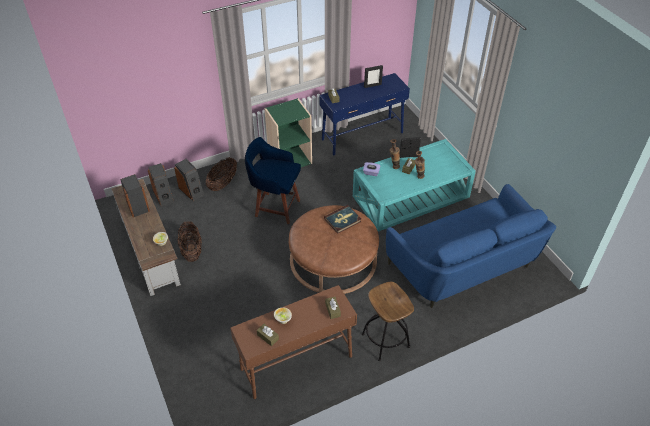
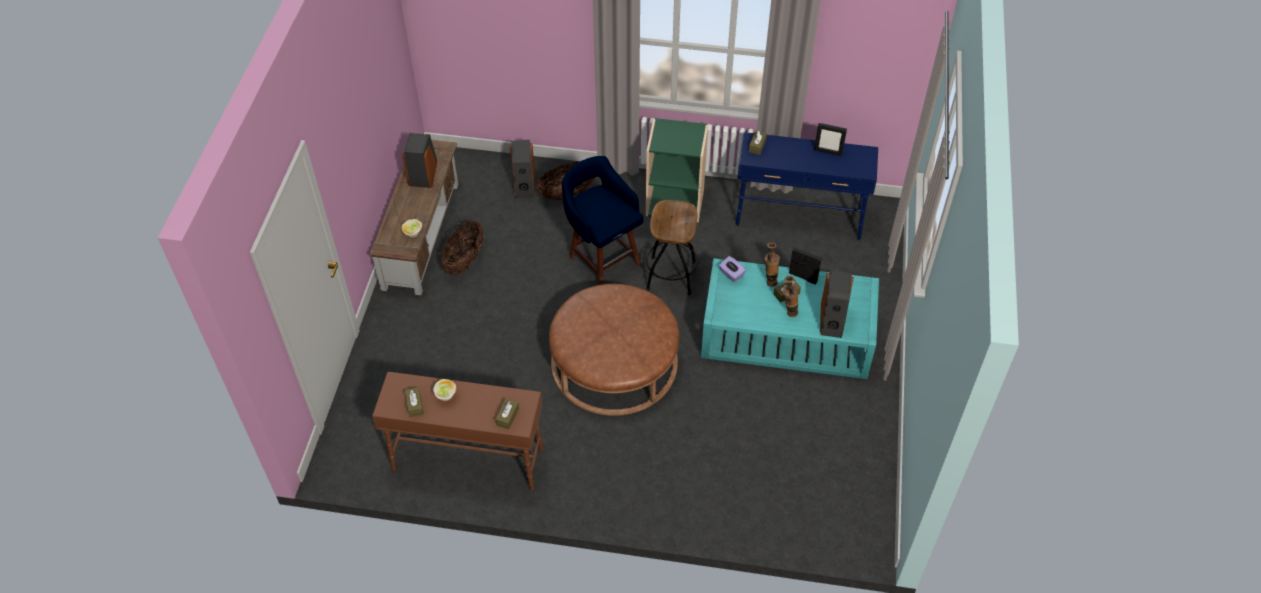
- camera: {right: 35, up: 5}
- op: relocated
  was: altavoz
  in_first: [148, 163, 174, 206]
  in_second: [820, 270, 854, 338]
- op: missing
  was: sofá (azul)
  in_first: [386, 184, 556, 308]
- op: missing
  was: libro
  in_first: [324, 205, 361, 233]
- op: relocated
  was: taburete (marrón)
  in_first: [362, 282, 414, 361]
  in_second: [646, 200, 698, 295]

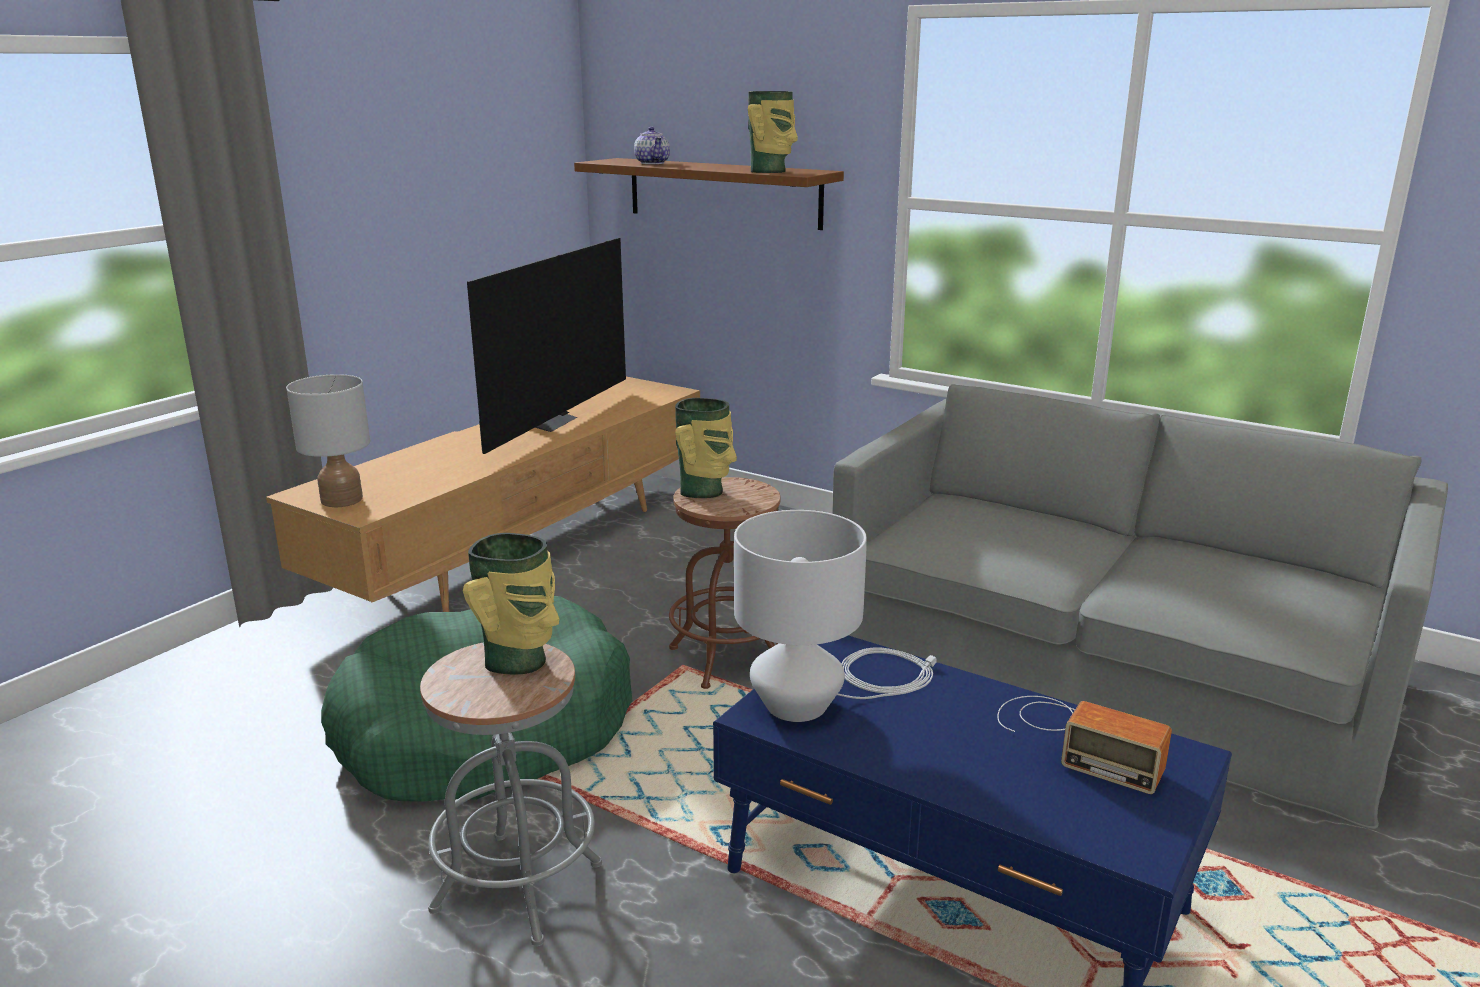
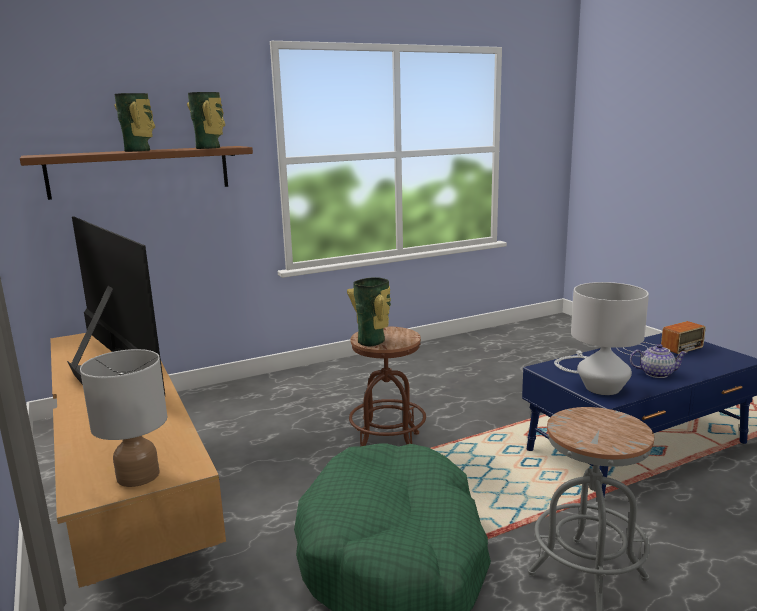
- camera: {right: -60, up: -5}
- op: relocated
  was: tetera
  in_first: [634, 127, 670, 164]
  in_second: [630, 344, 687, 378]
- op: missing
  was: sofá (gris)
  in_first: [832, 384, 1448, 829]
- op: relocated
  was: florero
  in_first: [463, 533, 559, 674]
  in_second: [115, 93, 155, 152]

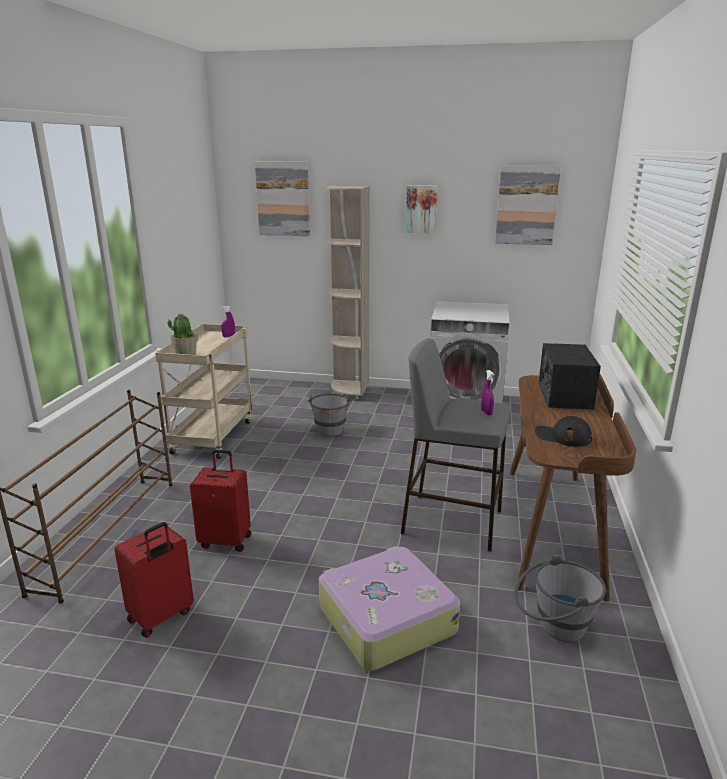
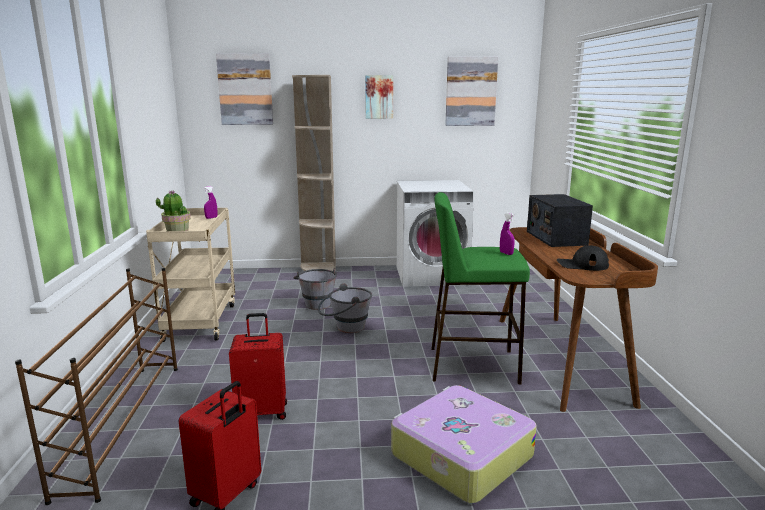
- camera: {right: -15, up: -5}
- op: colour
  was: taburete (gris)
  now: taburete (verde)
  in_first: [401, 339, 510, 552]
  in_second: [431, 192, 530, 384]
- op: relocated
  was: cubo (gris)
  in_first: [514, 555, 606, 642]
  in_second: [318, 283, 372, 333]

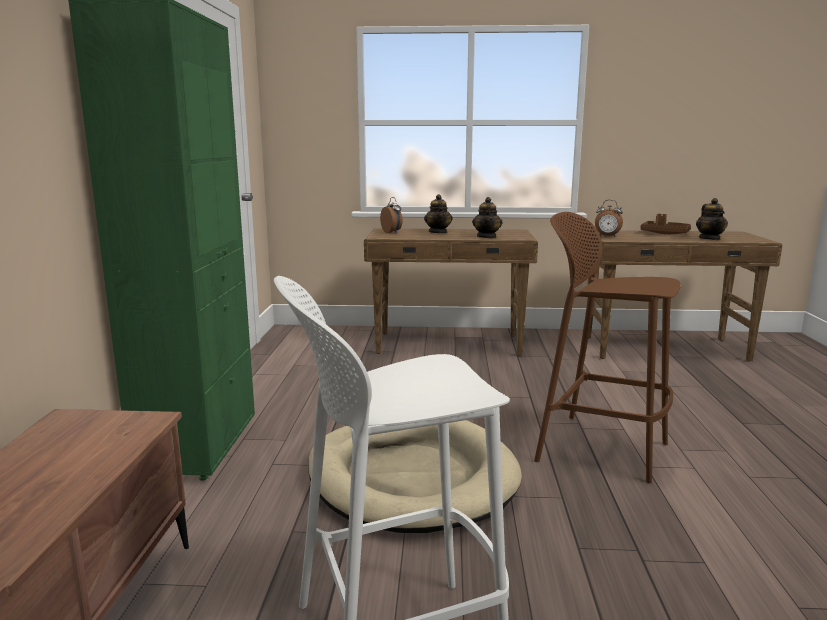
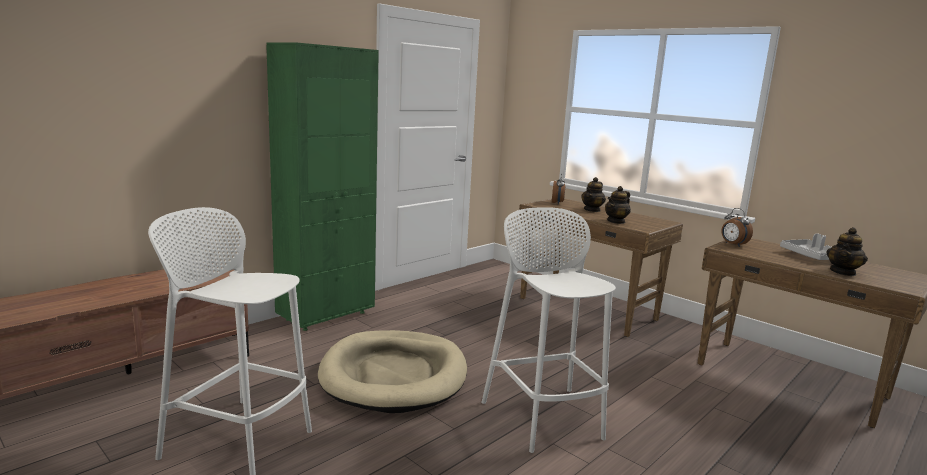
- camera: {right: 40, up: 0}
- op: colour
  was: taburete (marrón)
  now: taburete (blanco)
  in_first: [534, 212, 681, 483]
  in_second: [481, 207, 616, 453]
- op: colour
  was: bandeja (marrón)
  now: bandeja (gris)
  in_first: [640, 214, 691, 234]
  in_second: [780, 233, 831, 260]

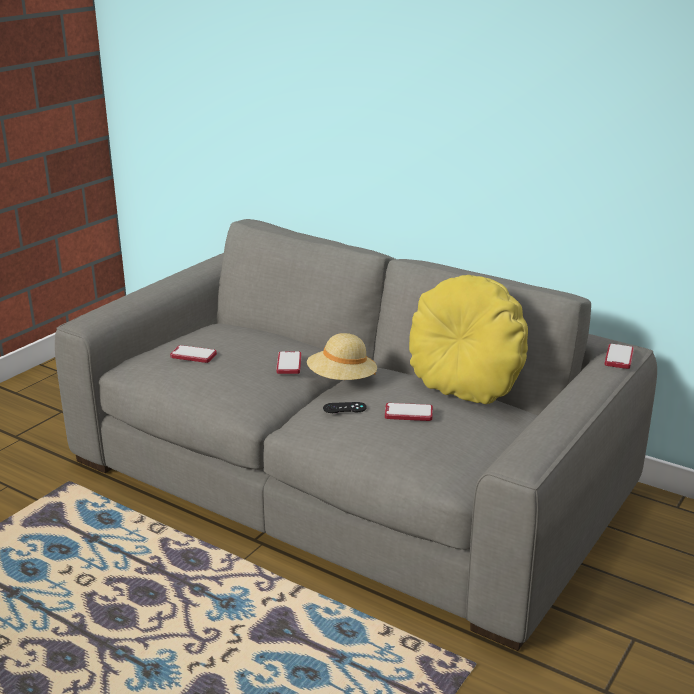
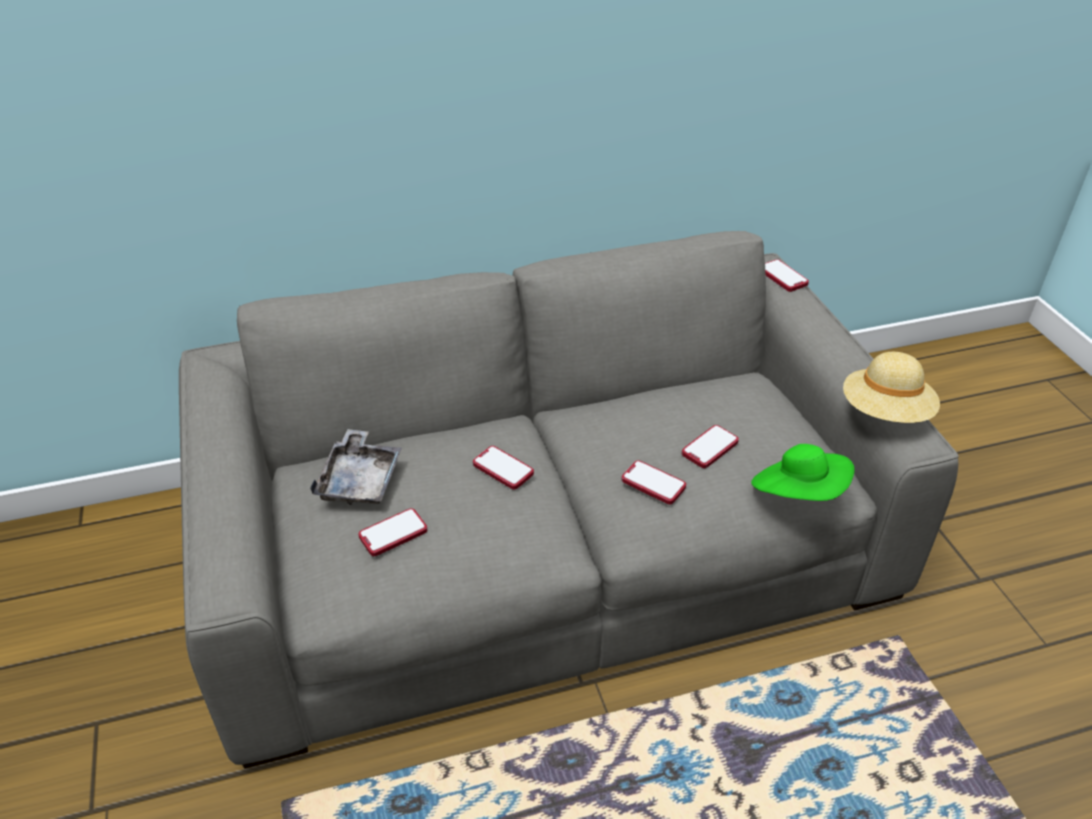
- camera: {right: -50, up: 15}
- op: missing
  was: cojín (amarillo)
  in_first: [409, 275, 528, 404]
- op: relocated
  was: sombrero (beis)
  in_first: [307, 333, 377, 380]
  in_second: [843, 352, 940, 423]
- op: exchanged
  was: mando de consola (negro)
  now: móvil
  in_first: [323, 402, 367, 413]
  in_second: [622, 460, 686, 504]
- op: appeared
  now: bandeja (gris)
  in_second: [310, 429, 402, 505]
- op: appeared
  now: sombrero (verde)
  in_second: [751, 444, 855, 501]

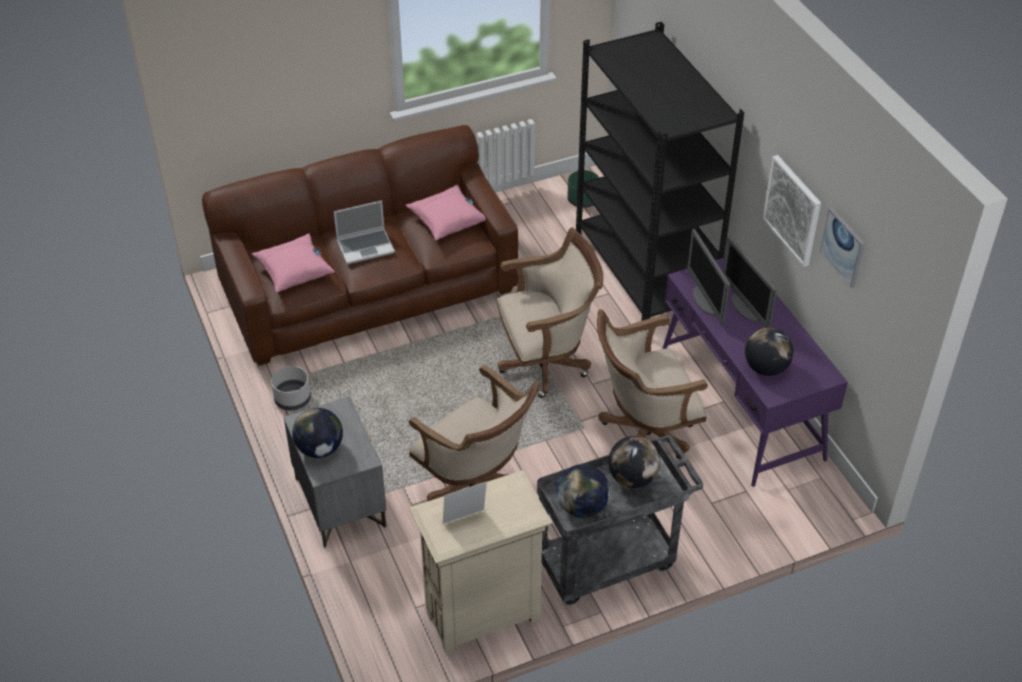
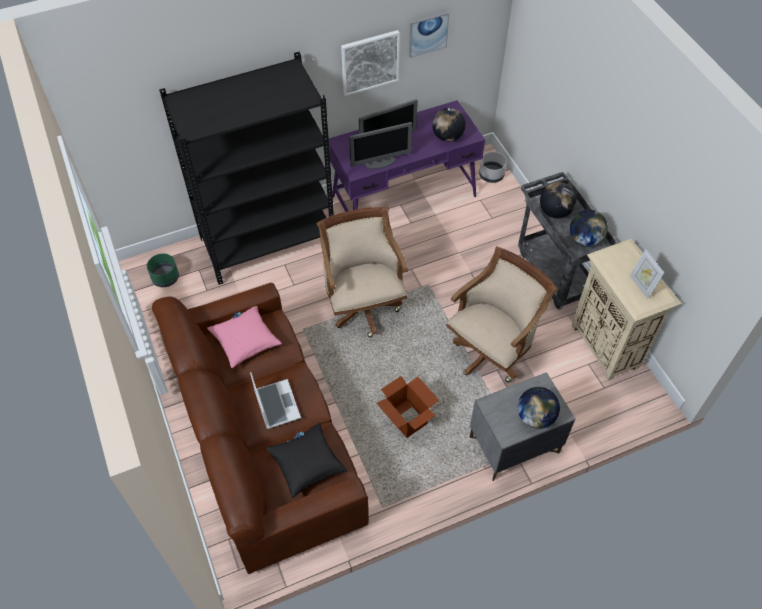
- camera: {right: -90, up: 10}
- op: colour
  was: cojín (rosa)
  now: cojín (negro)
  in_first: [252, 233, 335, 293]
  in_second: [266, 423, 347, 498]
- op: missing
  was: silla de oficina
  in_first: [597, 309, 708, 459]
- op: relocated
  was: maceta (gris)
  in_first: [271, 366, 311, 411]
  in_second: [479, 152, 507, 183]
- op: appeared
  now: caja de cartón
  in_second: [377, 376, 439, 438]

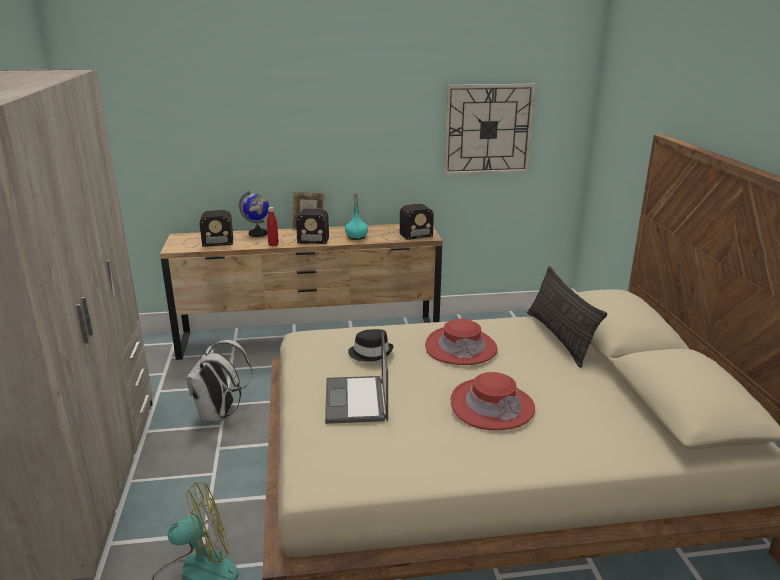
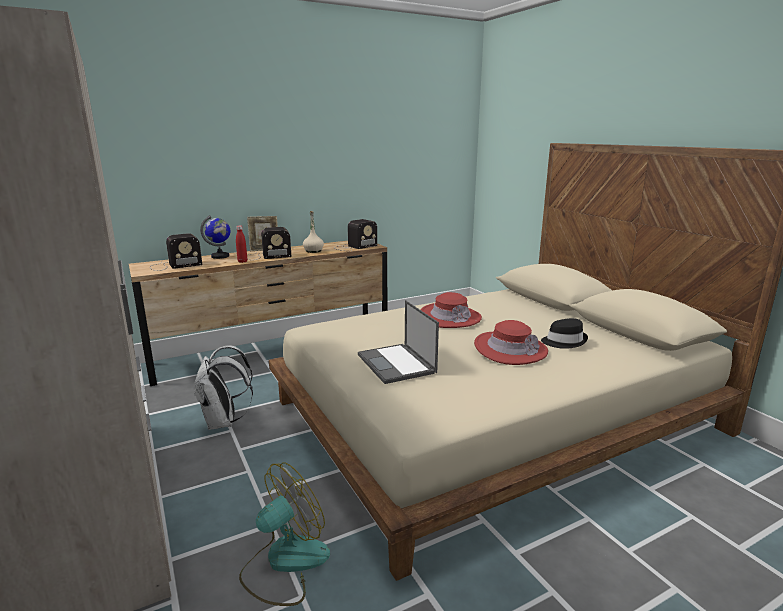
- camera: {right: -20, up: -5}
- op: missing
  was: reloj de pared
  in_first: [444, 84, 536, 175]
- op: colour
  was: botella (turquesa)
  now: botella (beis)
  in_first: [345, 193, 368, 240]
  in_second: [303, 211, 324, 253]
- op: missing
  was: cojín
  in_first: [527, 266, 607, 368]
- op: relocated
  was: sombrero (negro)
  in_first: [348, 329, 394, 362]
  in_second: [541, 318, 588, 349]

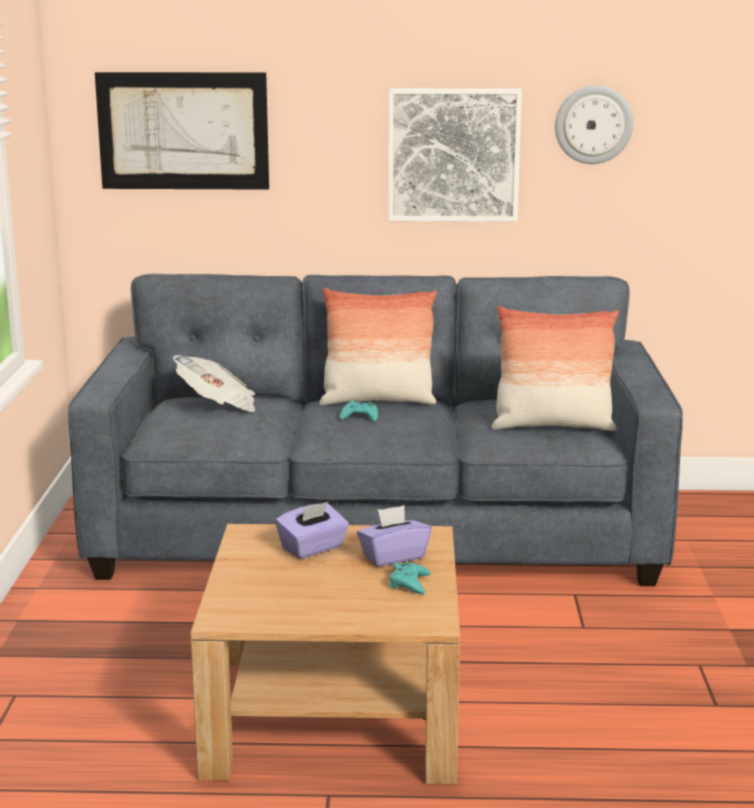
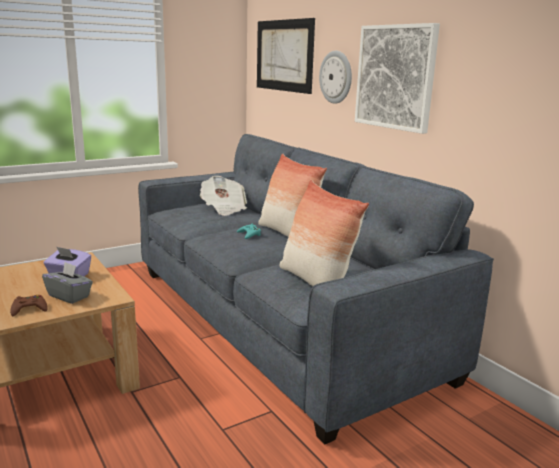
- camera: {right: 55, up: 0}
- op: relocated
  was: reloj de pared
  in_first: [555, 85, 633, 164]
  in_second: [319, 51, 352, 104]
- op: colour
  was: caja de pañuelos (morado)
  now: caja de pañuelos (gris)
  in_first: [357, 505, 431, 567]
  in_second: [42, 262, 93, 304]
- op: colour
  was: mando de consola (turquesa)
  now: mando de consola (marrón)
  in_first: [390, 561, 431, 594]
  in_second: [10, 295, 48, 316]

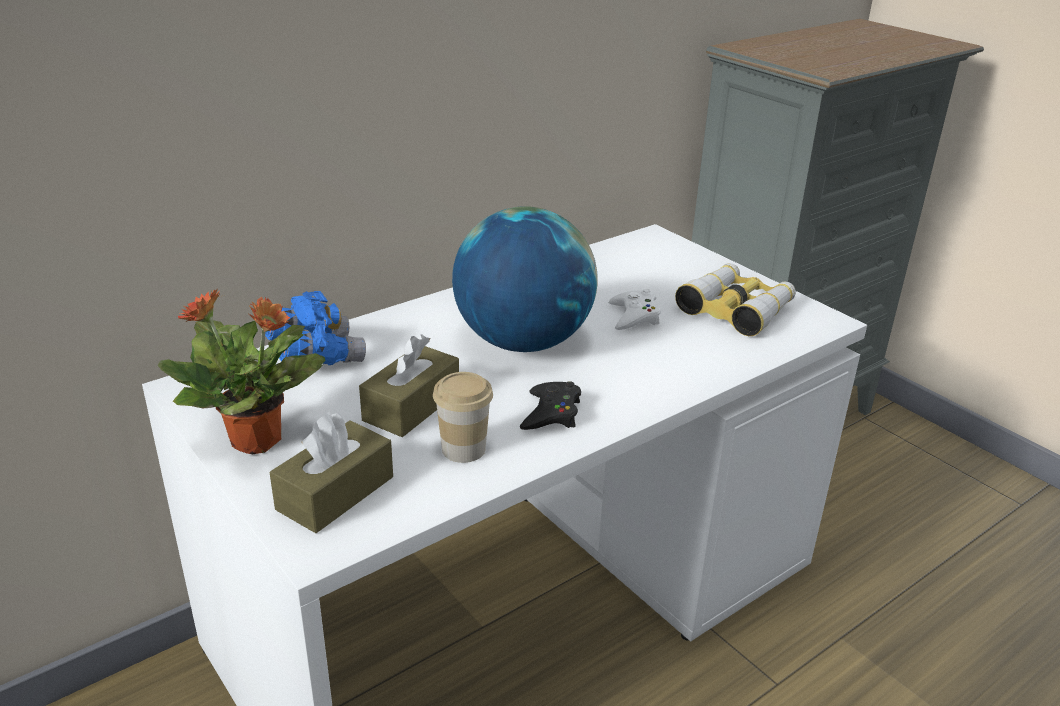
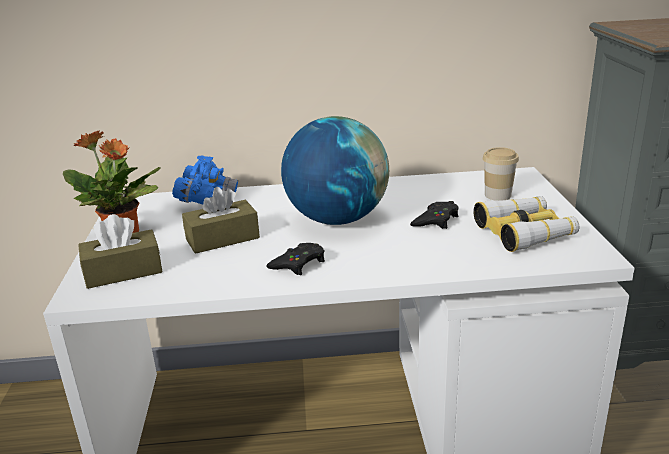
- camera: {right: 35, up: -5}
- op: colour
  was: mando de consola (blanco)
  now: mando de consola (negro)
  in_first: [609, 289, 661, 330]
  in_second: [410, 201, 459, 229]
- op: relocated
  was: taza
  in_first: [433, 372, 493, 463]
  in_second: [483, 147, 519, 201]

